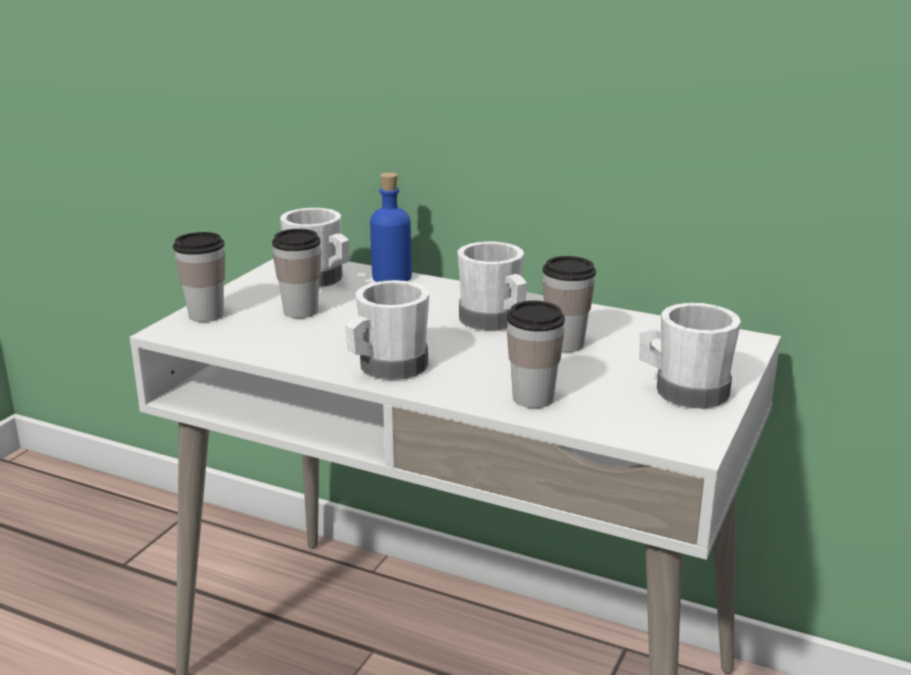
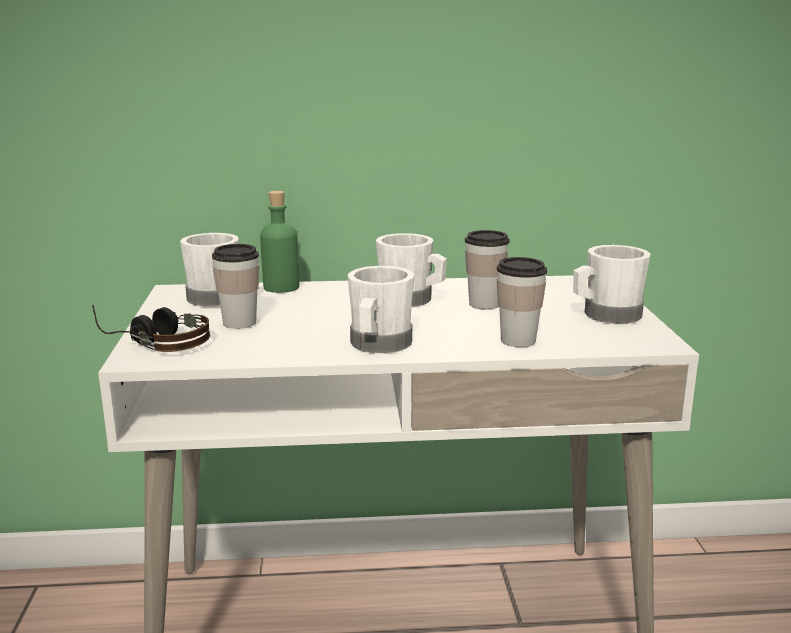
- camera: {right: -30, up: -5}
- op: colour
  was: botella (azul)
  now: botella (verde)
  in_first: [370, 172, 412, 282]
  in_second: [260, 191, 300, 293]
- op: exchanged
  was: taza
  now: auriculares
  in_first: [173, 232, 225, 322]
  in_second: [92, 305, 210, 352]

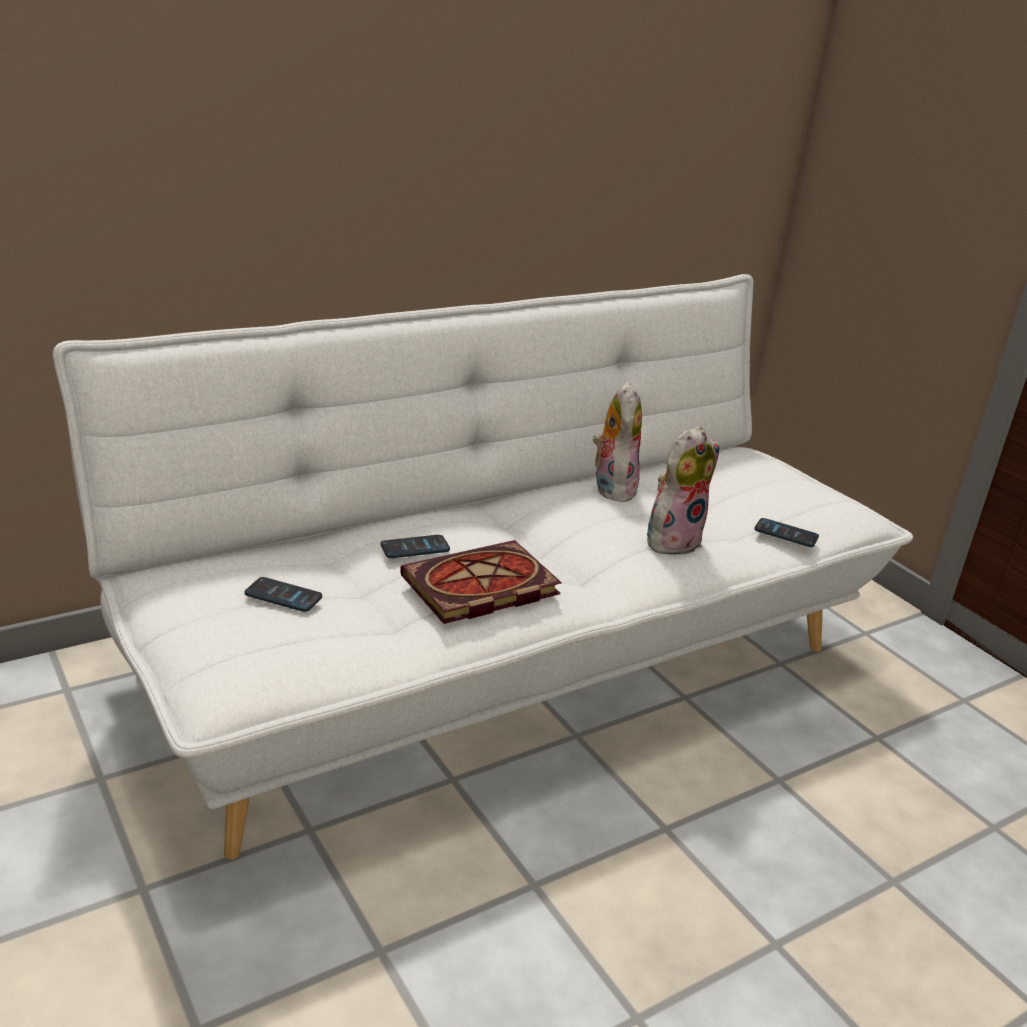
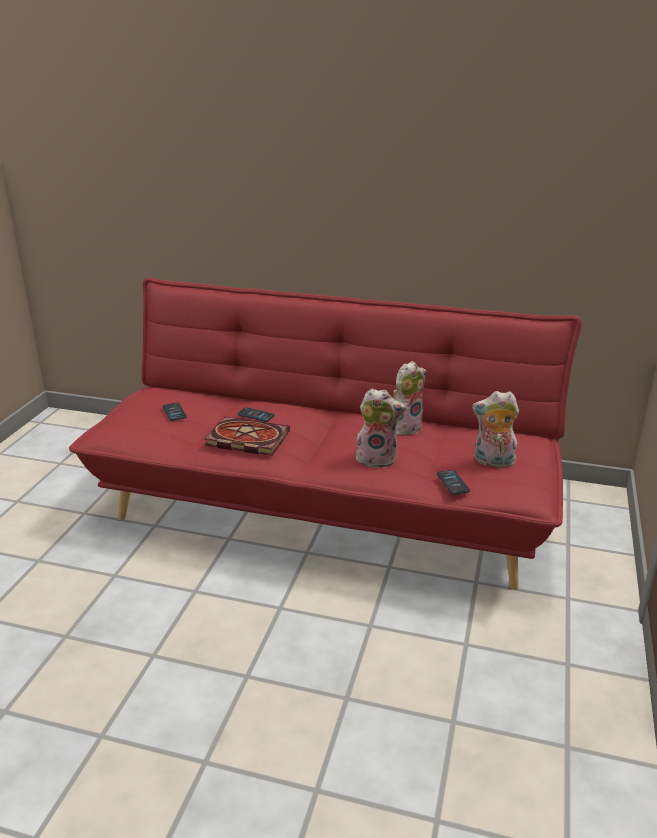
- camera: {right: 50, up: 0}
- op: colour
  was: sofá (blanco)
  now: sofá (rojo)
  in_first: [53, 274, 913, 860]
  in_second: [69, 277, 582, 590]
- op: appeared
  now: peluche
  in_second: [472, 391, 519, 468]

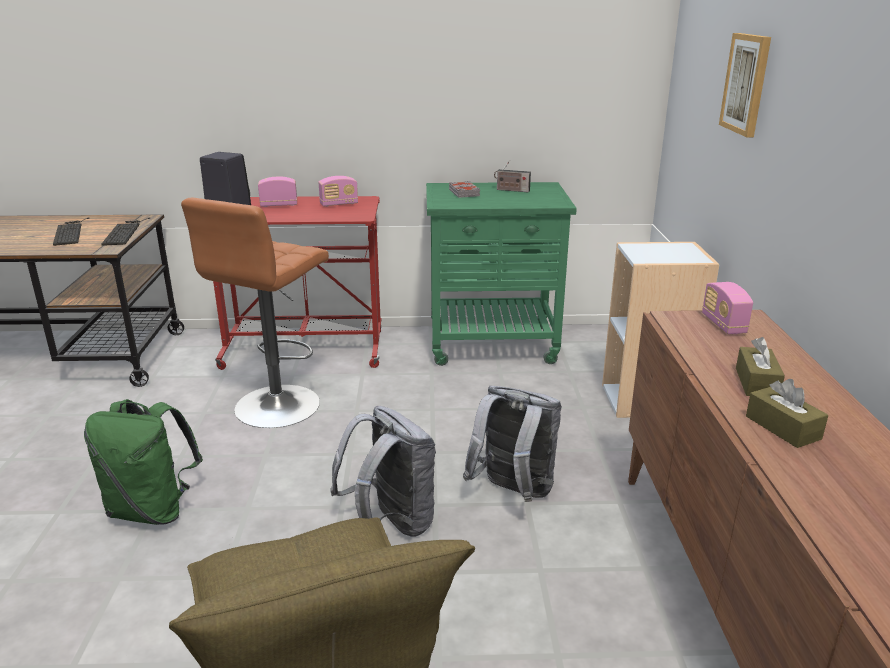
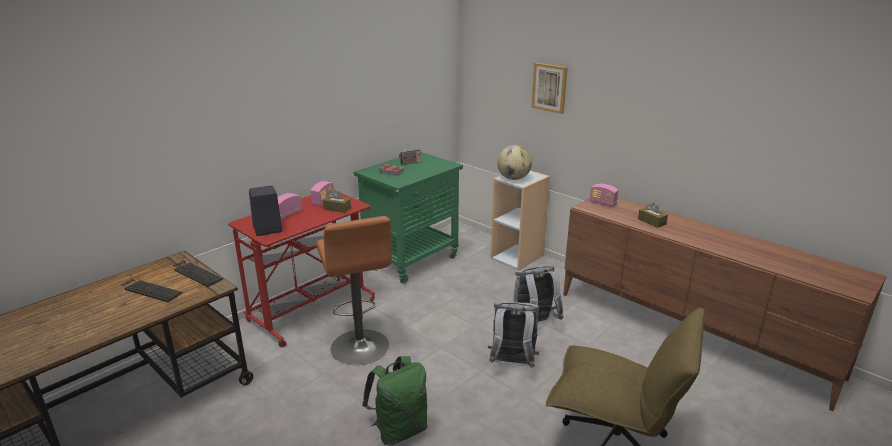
- camera: {right: -45, up: 0}
- op: relocated
  was: caja de pañuelos (marrón)
  in_first: [746, 379, 828, 448]
  in_second: [323, 190, 351, 213]
- op: appeared
  now: globo terráqueo
  in_second: [497, 145, 532, 180]

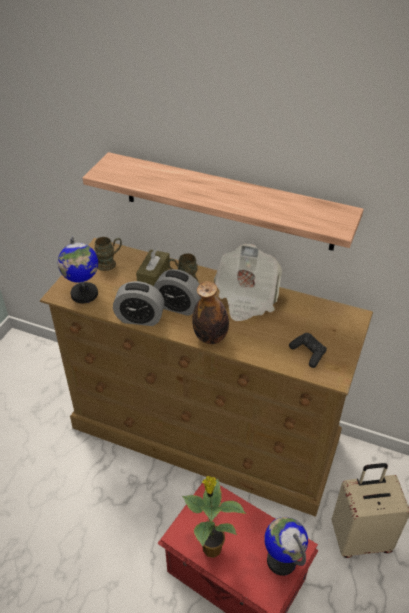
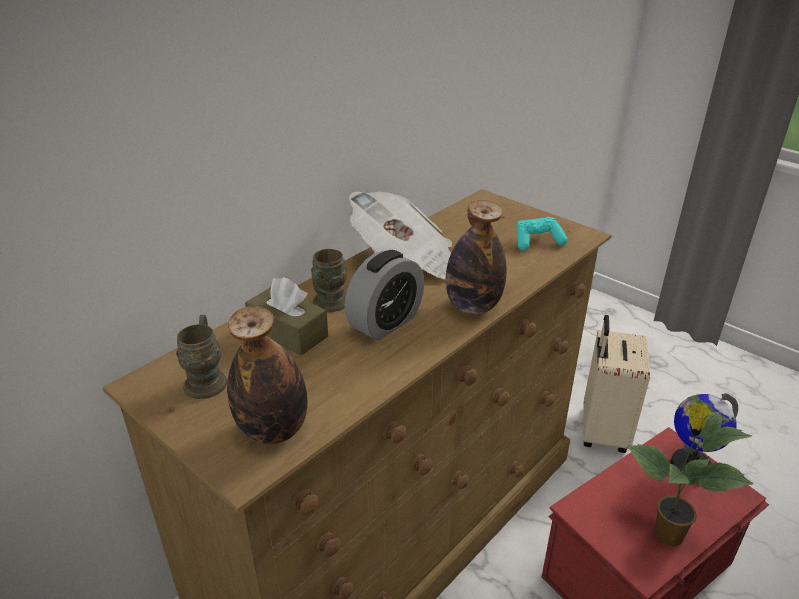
- camera: {right: -70, up: -10}
- op: missing
  was: estante
  in_first: [83, 152, 364, 251]
- op: exchanged
  was: globo terráqueo
  now: botella
  in_first: [58, 237, 98, 303]
  in_second: [227, 306, 308, 444]
- op: missing
  was: despertador
  in_first: [113, 281, 165, 326]
- op: colour
  was: mando de consola (negro)
  now: mando de consola (turquesa)
  in_first: [289, 333, 327, 368]
  in_second: [517, 217, 567, 251]

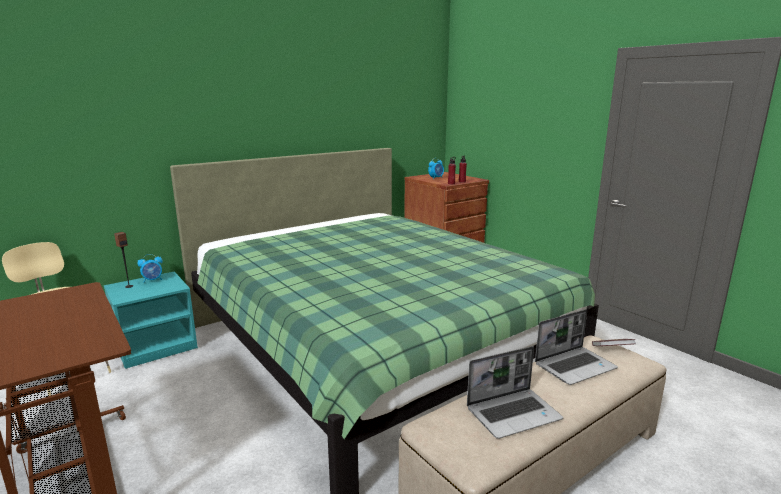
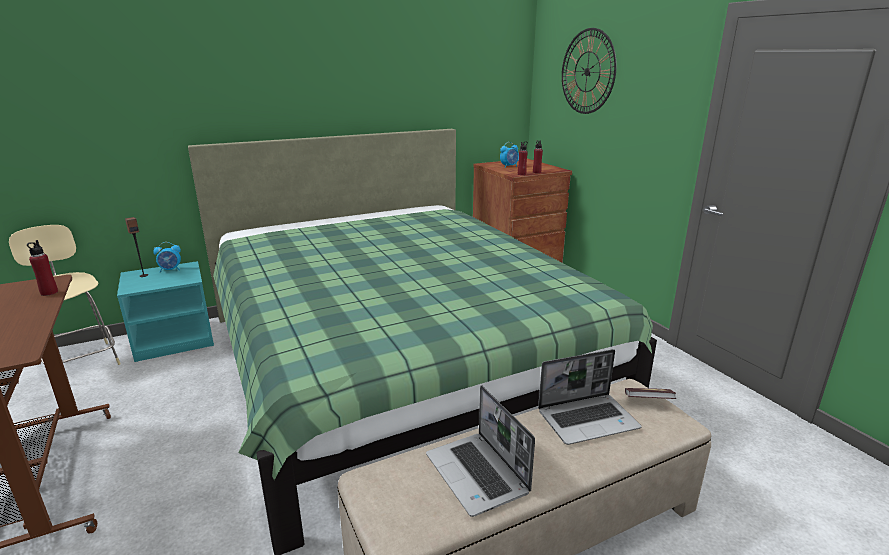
- camera: {right: 10, up: 5}
- op: spun
  was: portátil
  in_first: [467, 346, 563, 439]
  in_second: [426, 385, 535, 517]
  clockwise: 75
- op: appeared
  now: reloj de pared
  in_second: [562, 28, 617, 114]
- op: appeared
  now: botella (rojo)
  in_second: [27, 240, 58, 296]

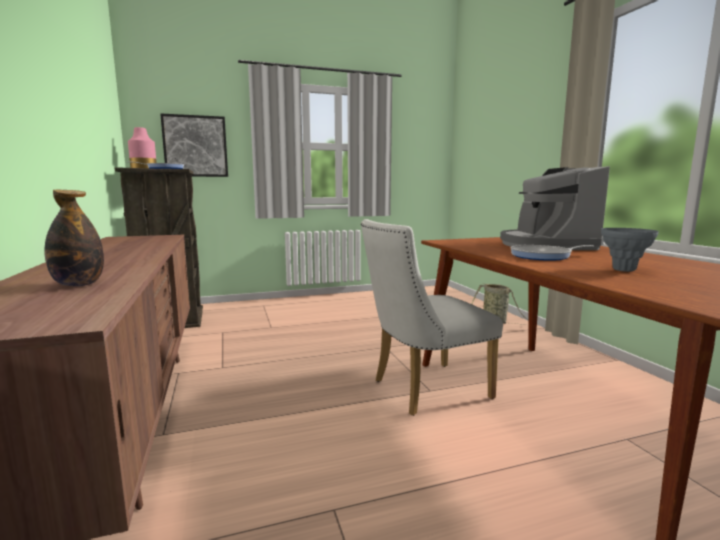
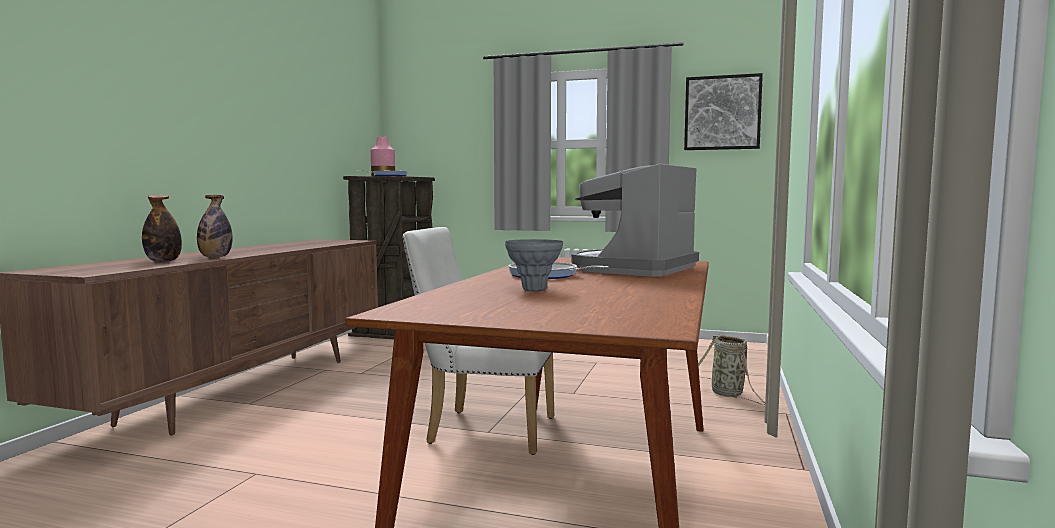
- camera: {right: 35, up: -5}
- op: relocated
  was: cuadro
  in_first: [160, 114, 228, 177]
  in_second: [684, 73, 763, 150]
- op: appeared
  now: botella
  in_second: [197, 195, 233, 257]

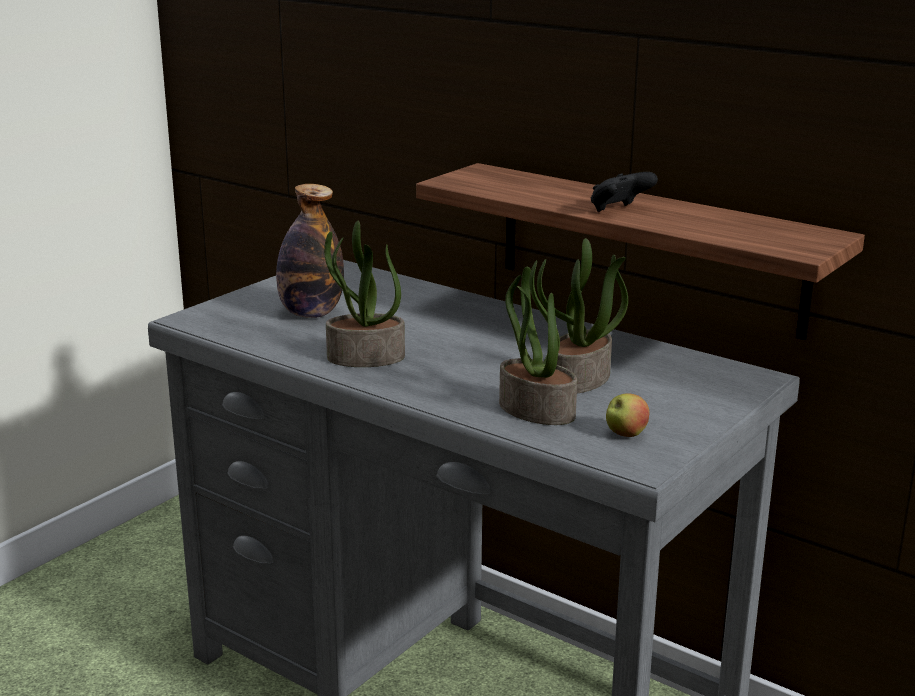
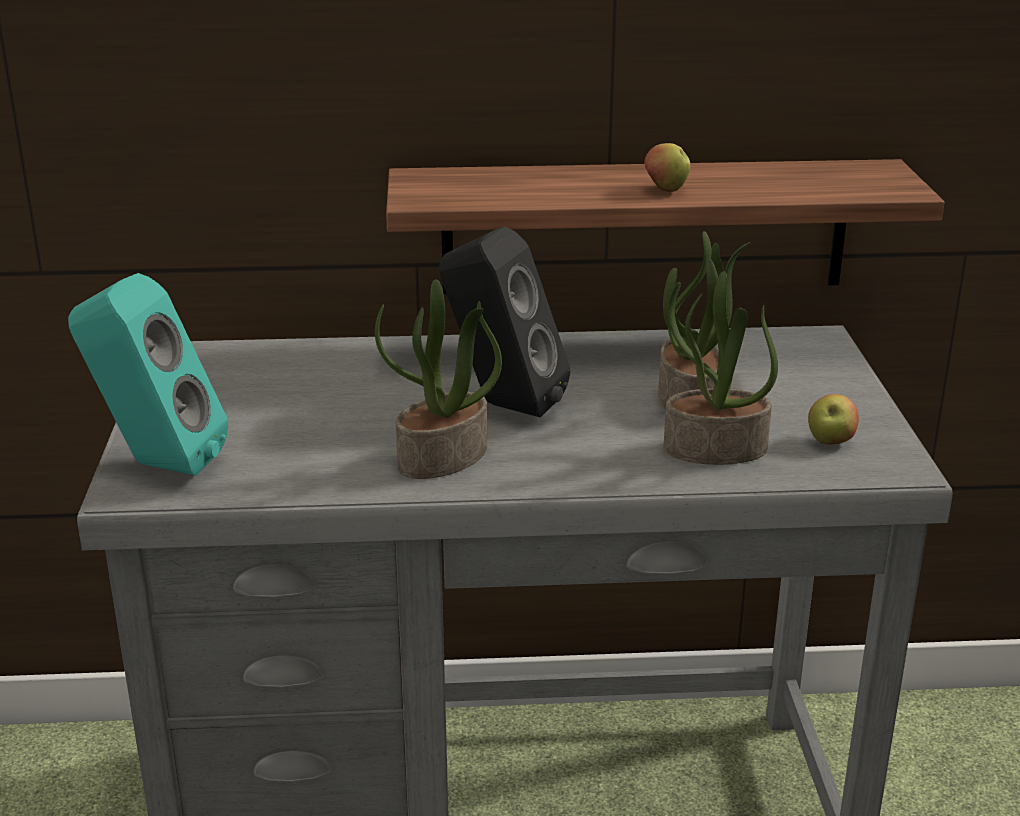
- camera: {right: -40, up: 5}
- op: exchanged
  was: mando de consola (negro)
  now: manzana
  in_first: [591, 172, 658, 212]
  in_second: [644, 143, 690, 192]
- op: missing
  was: botella
  in_first: [276, 184, 344, 318]
- op: appeared
  now: altavoz (negro)
  in_second: [439, 227, 570, 418]
- op: appeared
  now: altavoz (turquesa)
  in_second: [68, 273, 228, 476]

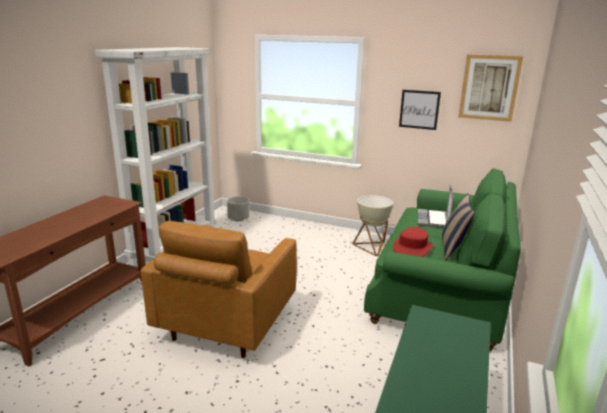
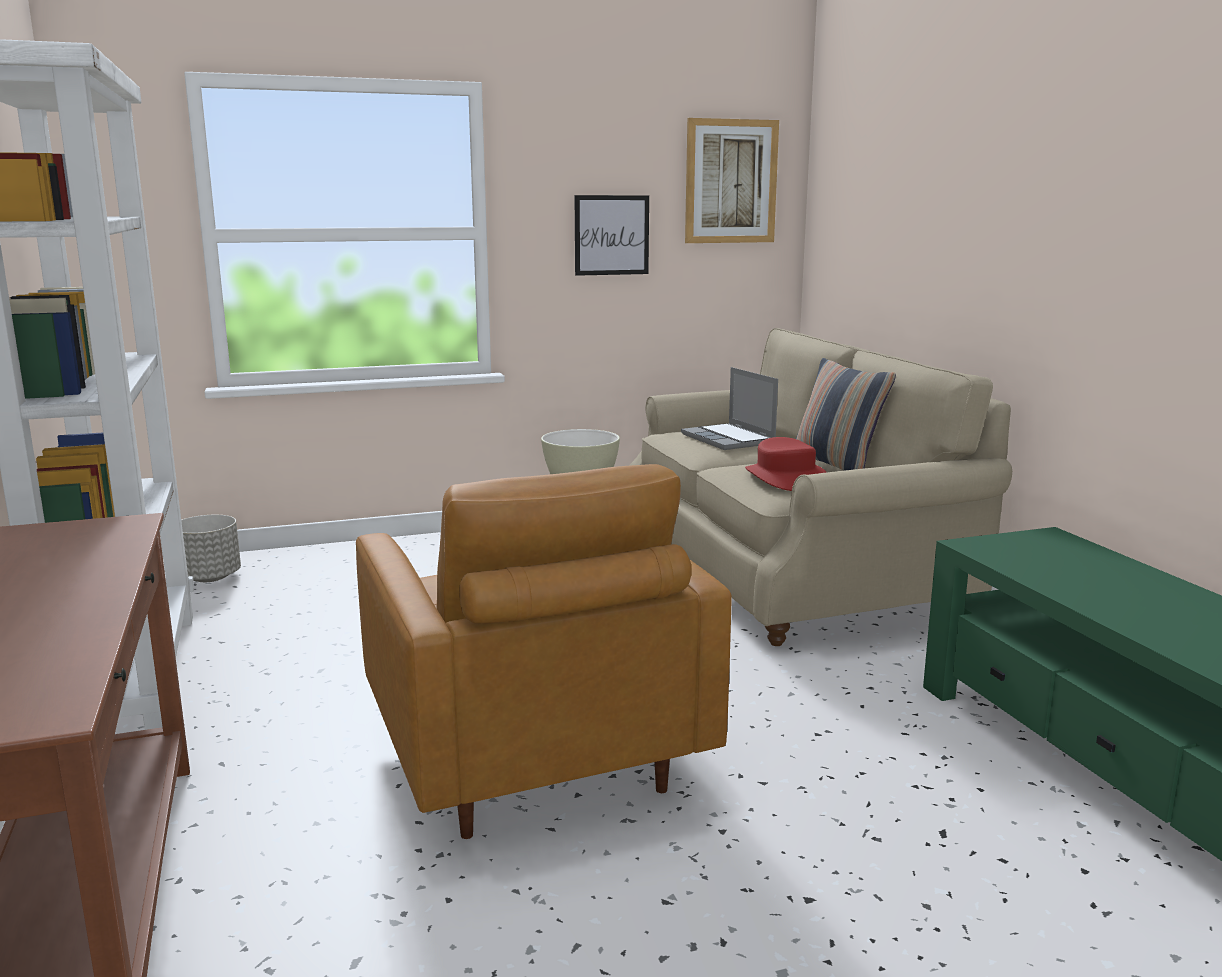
- camera: {right: -40, up: -5}
- op: colour
  was: sofá (verde)
  now: sofá (beis)
  in_first: [364, 168, 521, 352]
  in_second: [629, 328, 1012, 646]

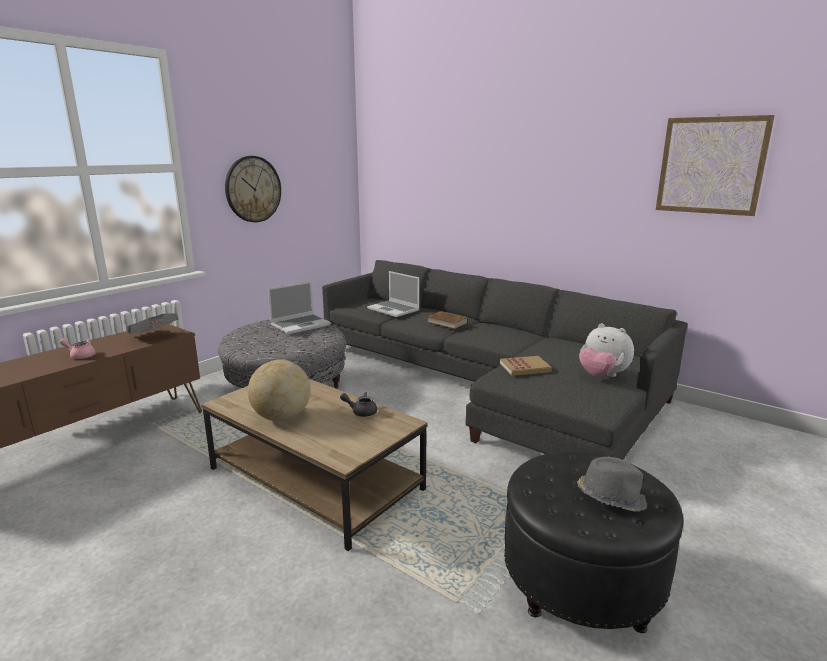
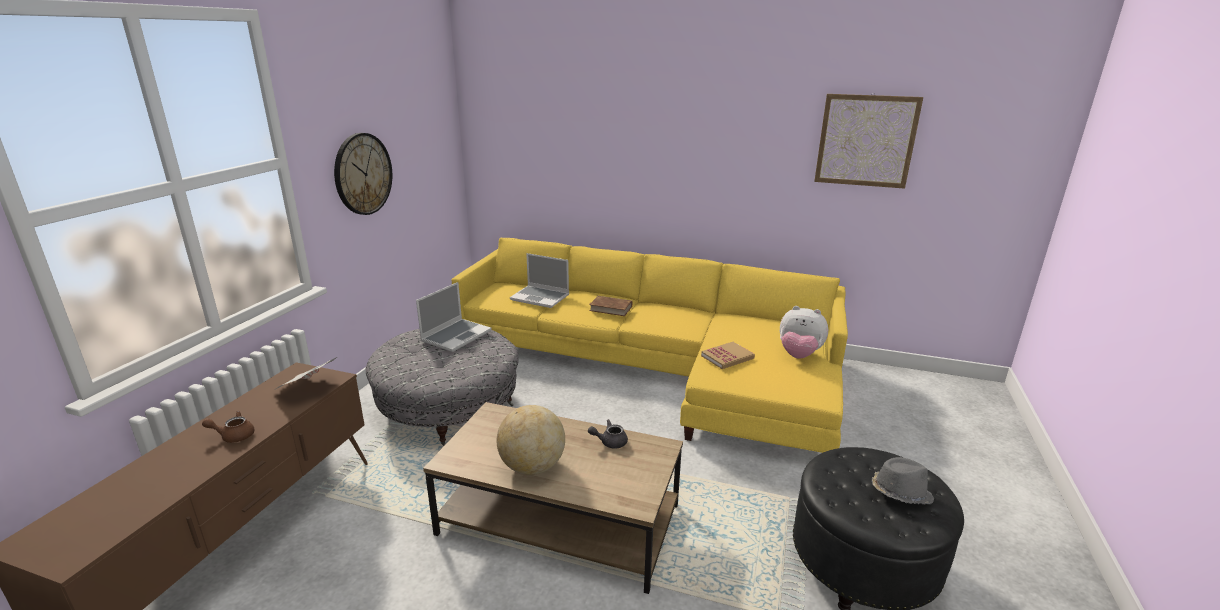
- camera: {right: -20, up: 5}
- op: colour
  was: sofá (gris)
  now: sofá (amarillo)
  in_first: [322, 260, 688, 460]
  in_second: [451, 238, 848, 453]
- op: colour
  was: tetera (rosa)
  now: tetera (marrón)
  in_first: [59, 338, 96, 359]
  in_second: [202, 411, 255, 443]

